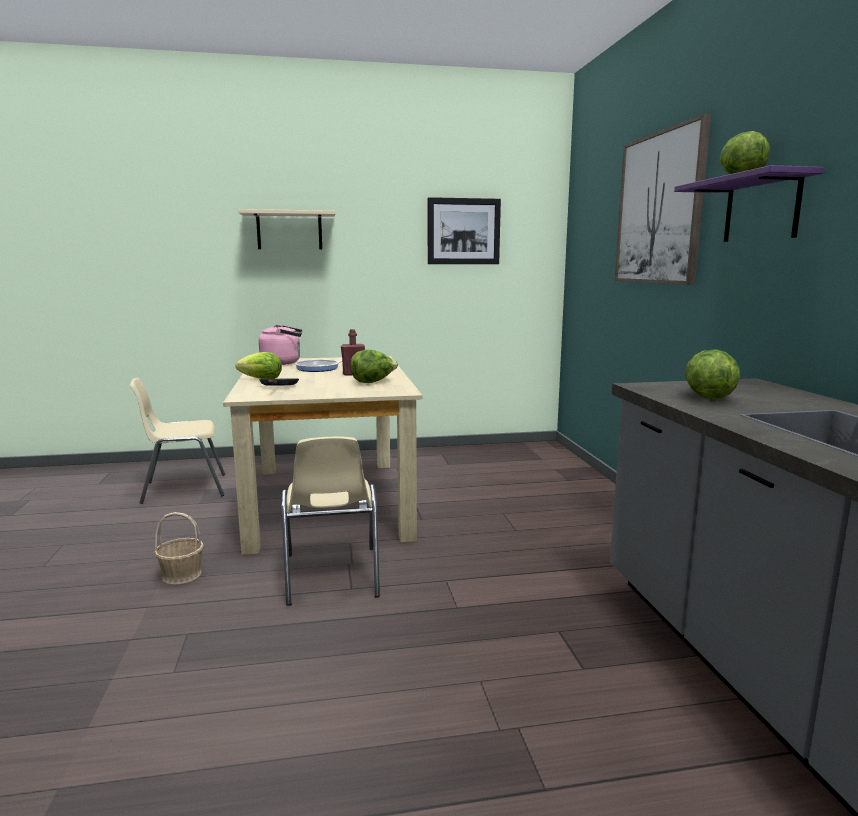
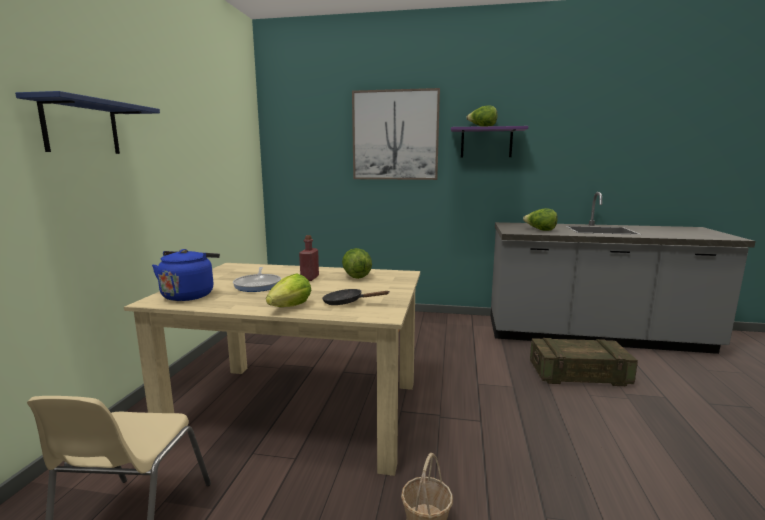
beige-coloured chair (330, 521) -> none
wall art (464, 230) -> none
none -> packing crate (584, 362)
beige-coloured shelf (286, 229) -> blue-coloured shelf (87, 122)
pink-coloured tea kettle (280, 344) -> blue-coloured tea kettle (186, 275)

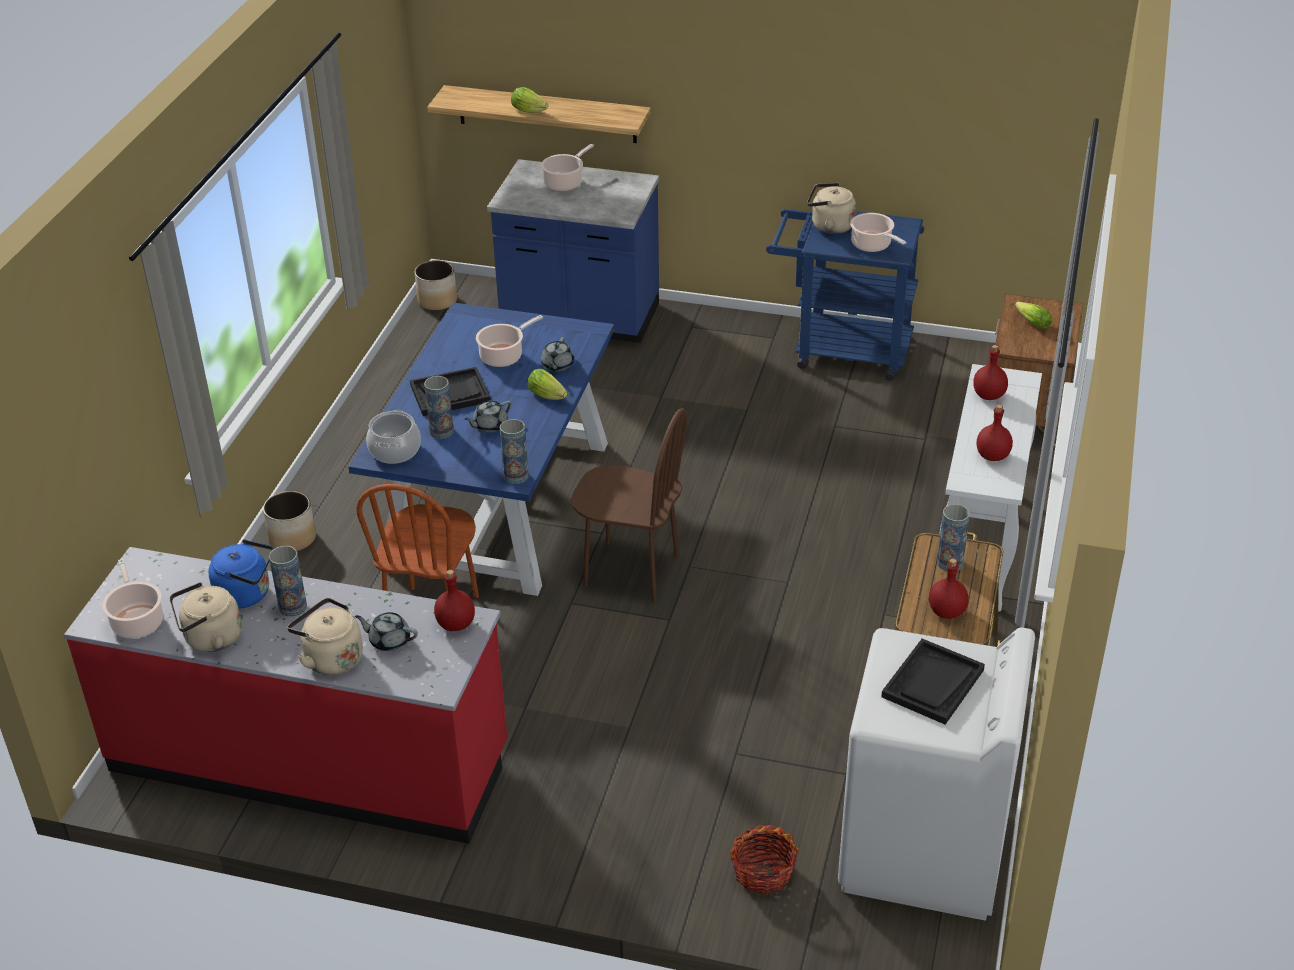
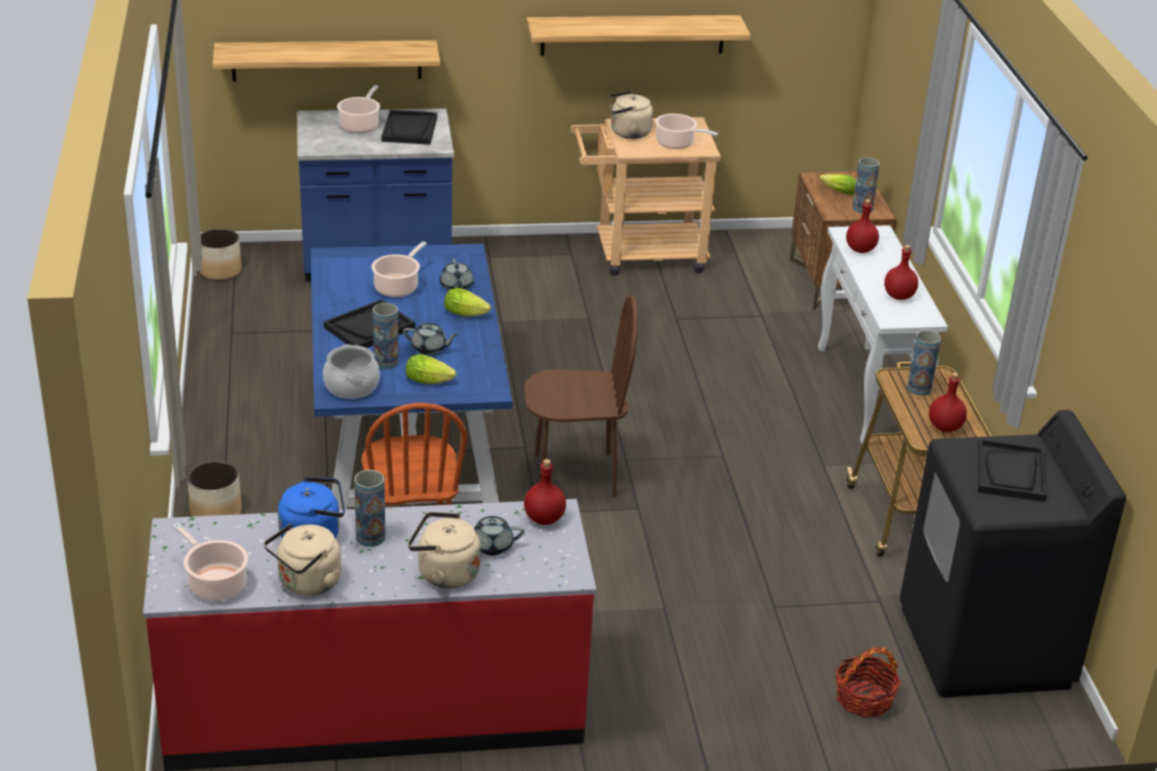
none -> blackish carrying tray (409, 127)
none -> shelf (638, 35)
decorative vase (514, 451) -> decorative vase (866, 185), move
lettuce (529, 100) -> lettuce (431, 369), move
blue-coloured trolley (845, 295) -> beige-coloured trolley (645, 196)
white laundry machine (936, 774) -> blackish laundry machine (1013, 553)
grey teapot (488, 417) -> grey teapot (430, 339), 105 degrees counterclockwise

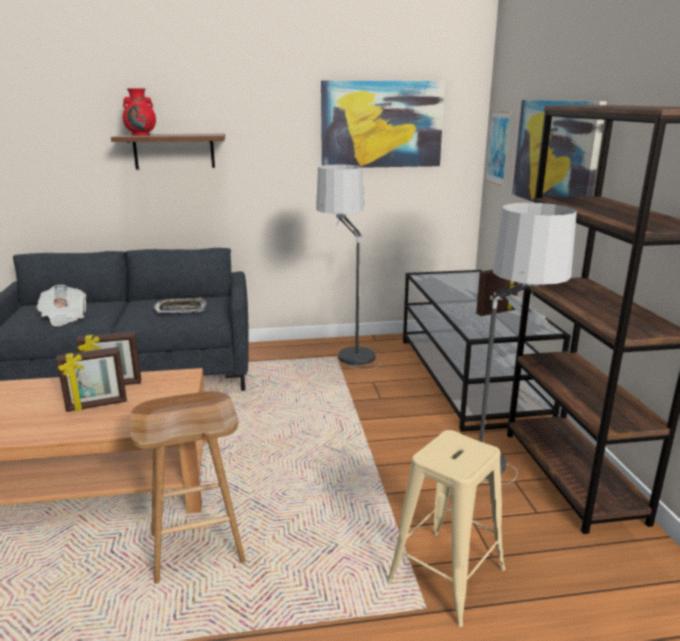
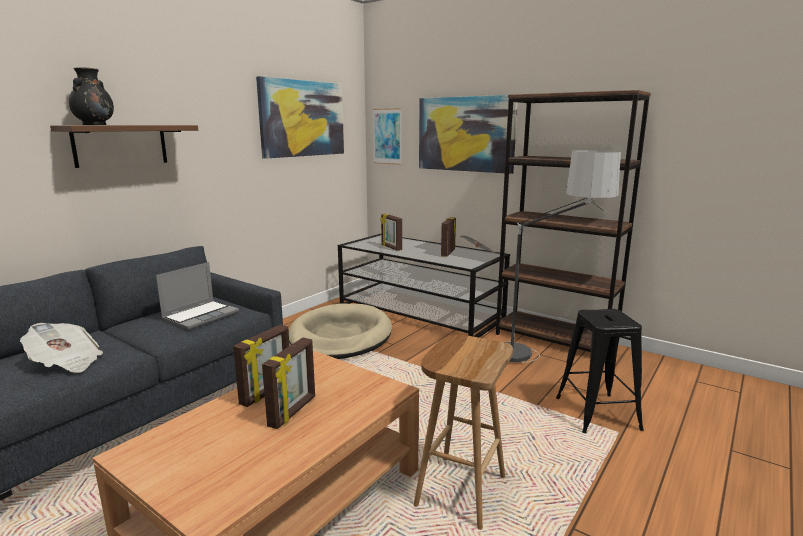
none -> standing frame (391, 232)
carrying tray (180, 306) -> notebook computer (197, 296)
standard lamp (348, 267) -> beige-coloured dog cushion (340, 331)
red-coloured decorative vase (139, 112) -> blackish decorative vase (91, 96)
beige-coloured stool seat (446, 528) -> blackish stool seat (600, 371)

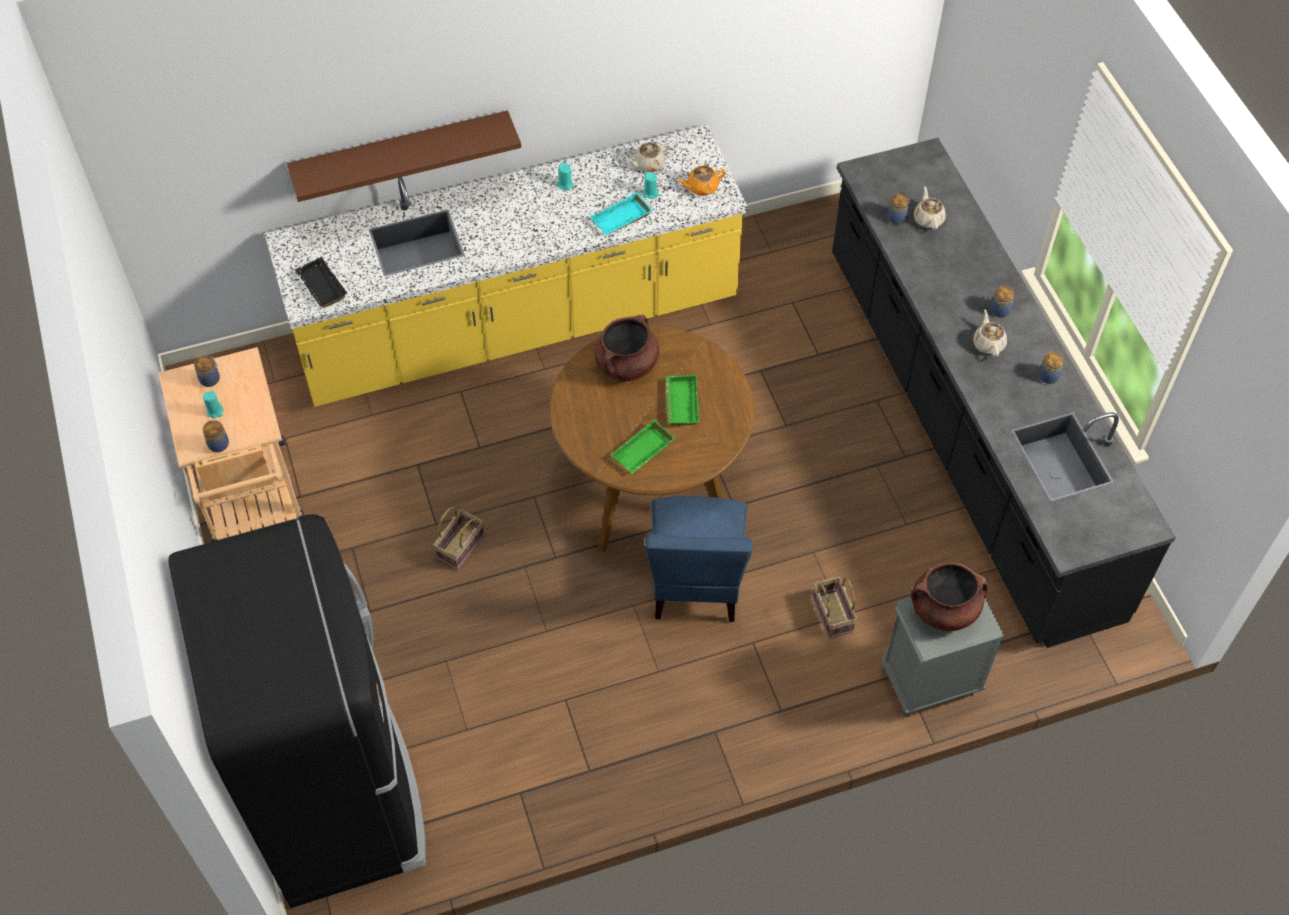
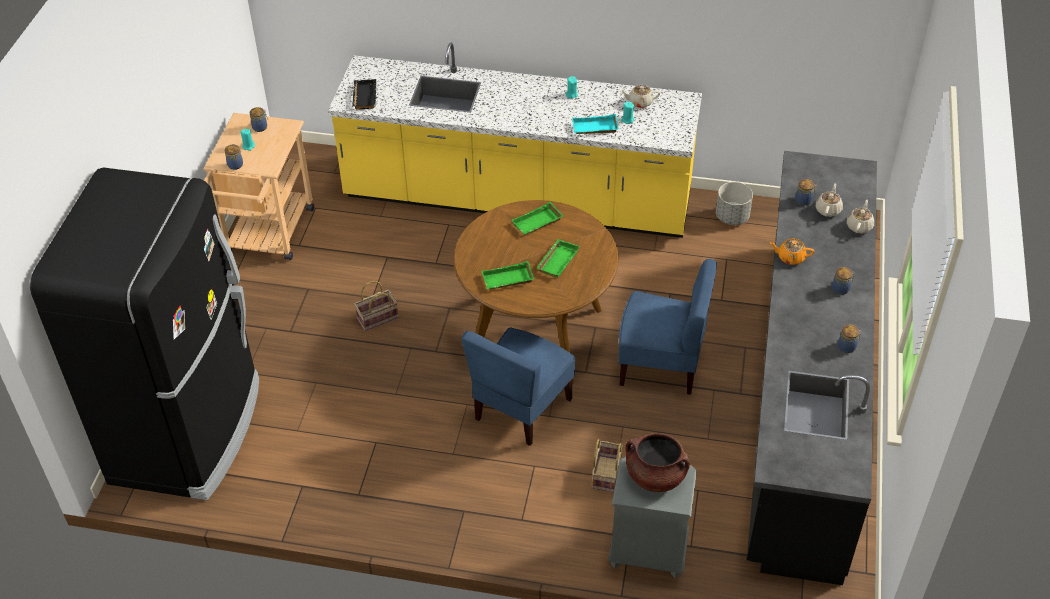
brown shelf (404, 156) -> none
none -> blue-coloured chair (668, 327)
none -> grey plant pot (734, 203)
orange-coloured teapot (702, 180) -> orange-coloured teapot (792, 252), move
beige-coloured teapot (990, 333) -> beige-coloured teapot (860, 216), move
brown cooking pot (627, 348) -> green carrying tray (537, 218)

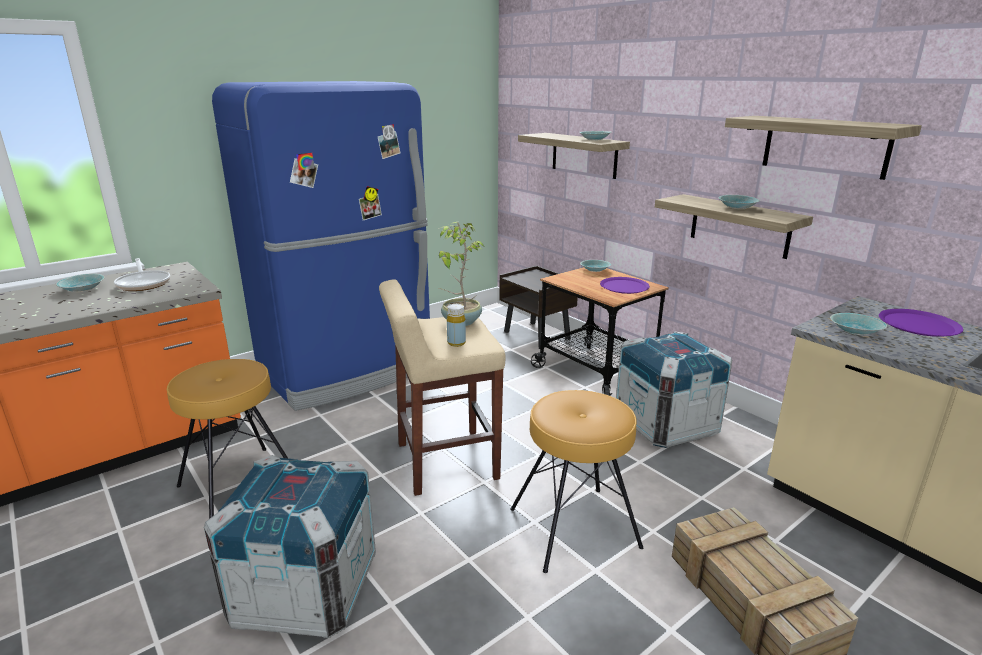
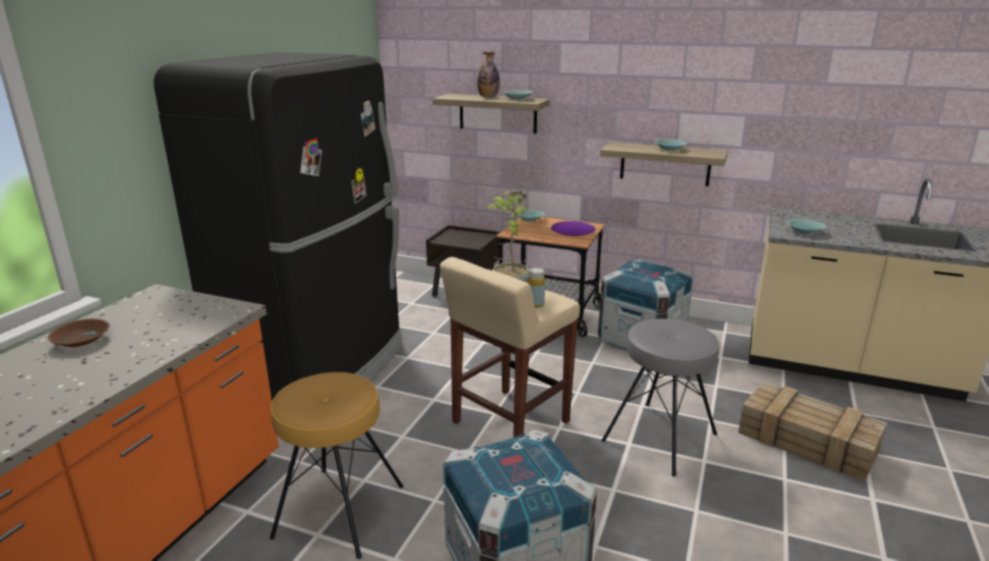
frying pan (142, 274) -> none
shelf (823, 148) -> none
purple plate (921, 323) -> none
none -> beverage bottle (488, 74)
turquoise-coloured serving bowl (80, 282) -> brown serving bowl (79, 333)
blue-coloured kitchen fridge (321, 246) -> blackish kitchen fridge (278, 226)
brown stool seat (576, 481) -> grey stool seat (660, 398)

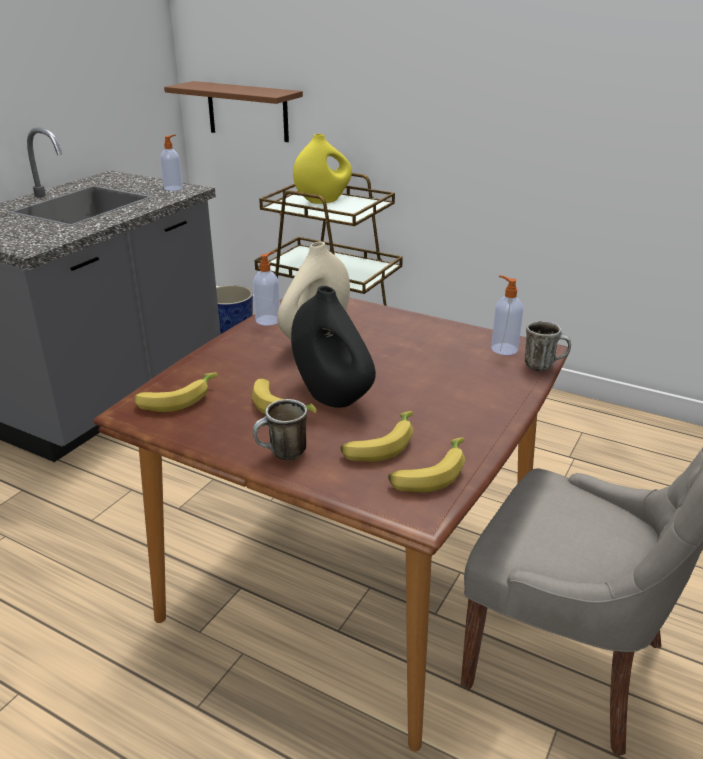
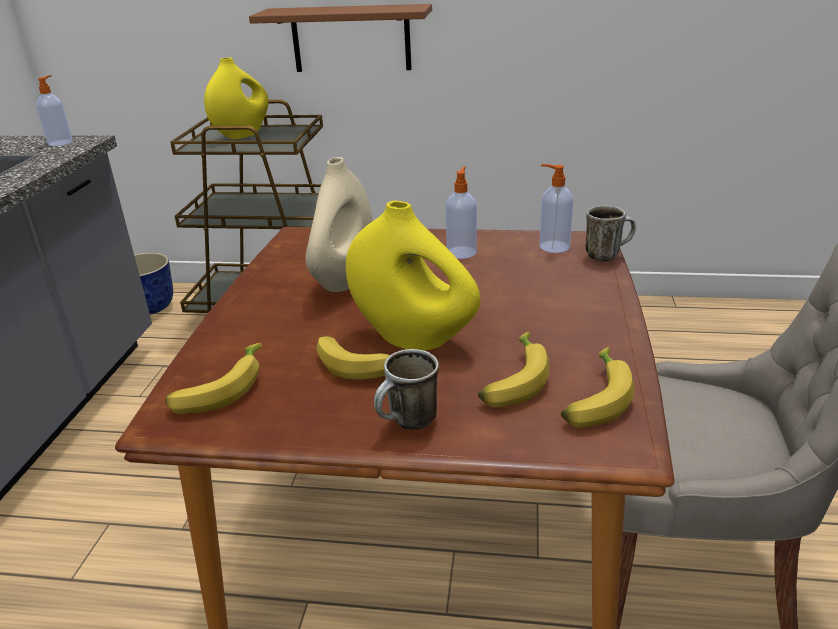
brown shelf (233, 111) -> brown shelf (340, 38), move
liquid soap bottle (266, 288) -> liquid soap bottle (461, 213), move
blackish decorative vase (333, 347) -> yellow decorative vase (413, 275)

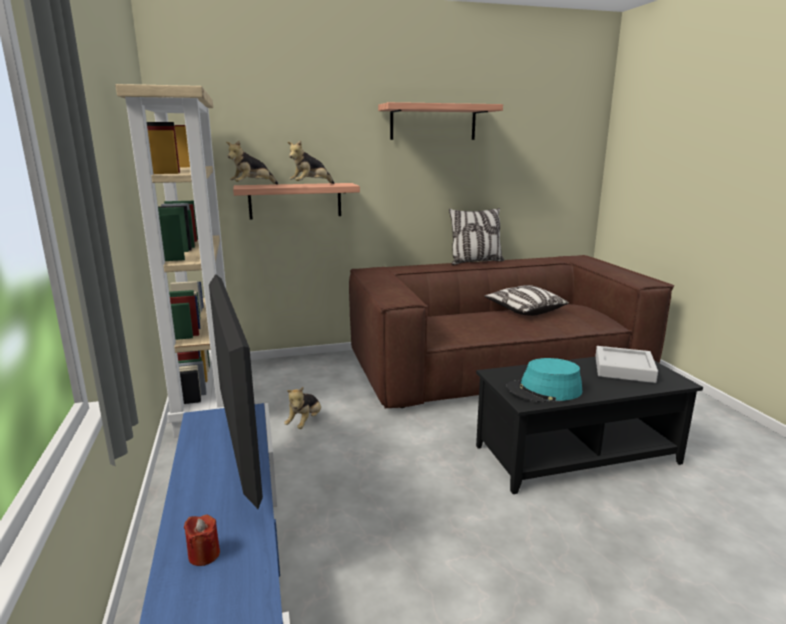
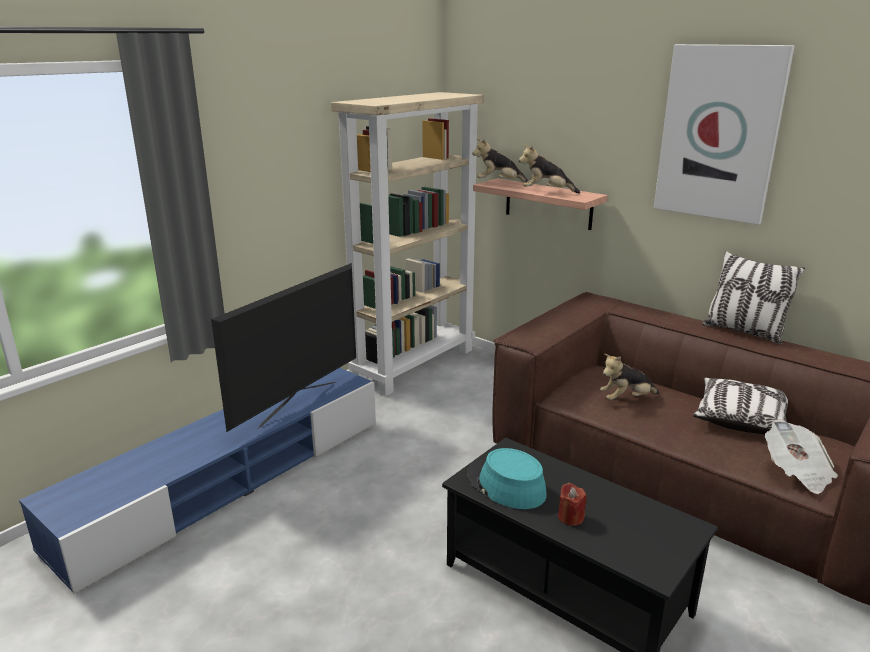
grey carrying tray (626, 364) -> none
none -> newspaper (801, 456)
red-coloured wax candle (202, 540) -> red-coloured wax candle (572, 504), move
soft toy (302, 408) -> soft toy (629, 377), move
shelf (440, 121) -> wall art (724, 134)

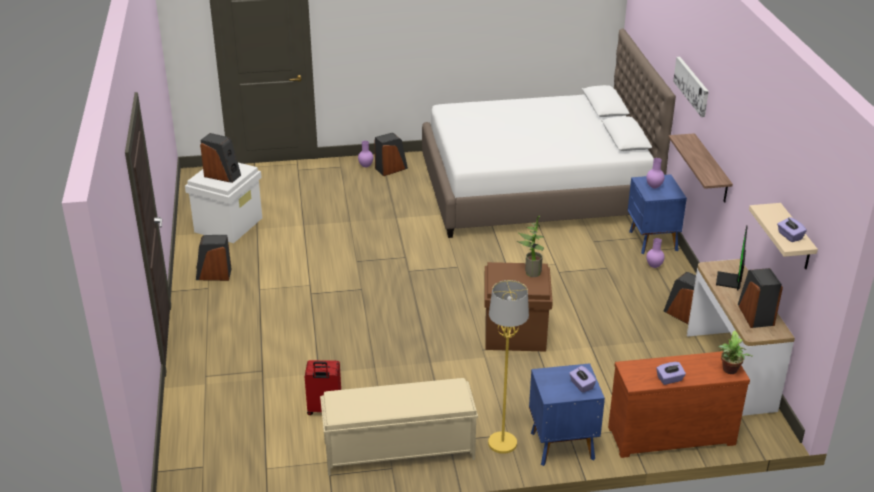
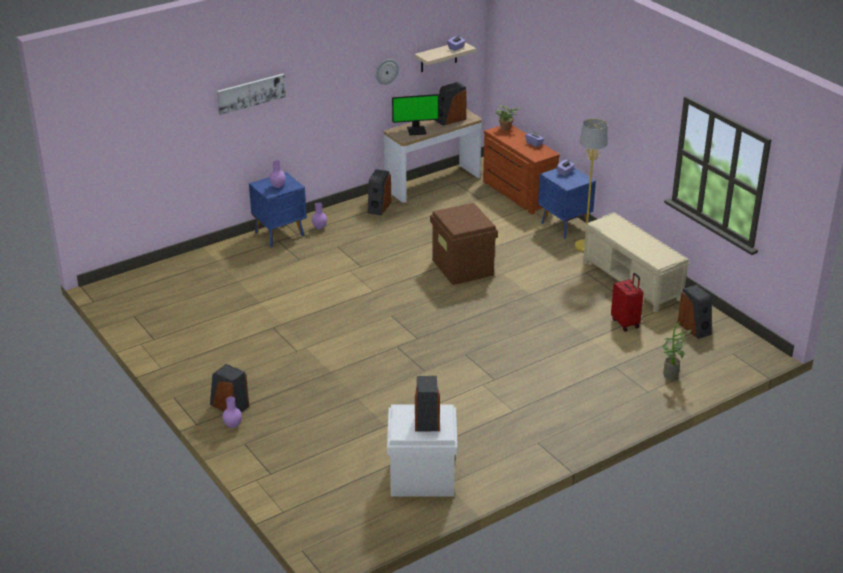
white bedroom bed (549, 133) -> none
shelf (701, 168) -> none
none -> wall clock (387, 72)
loudspeaker (213, 258) -> loudspeaker (694, 312), move
potted plant (531, 246) -> potted plant (677, 350), move

